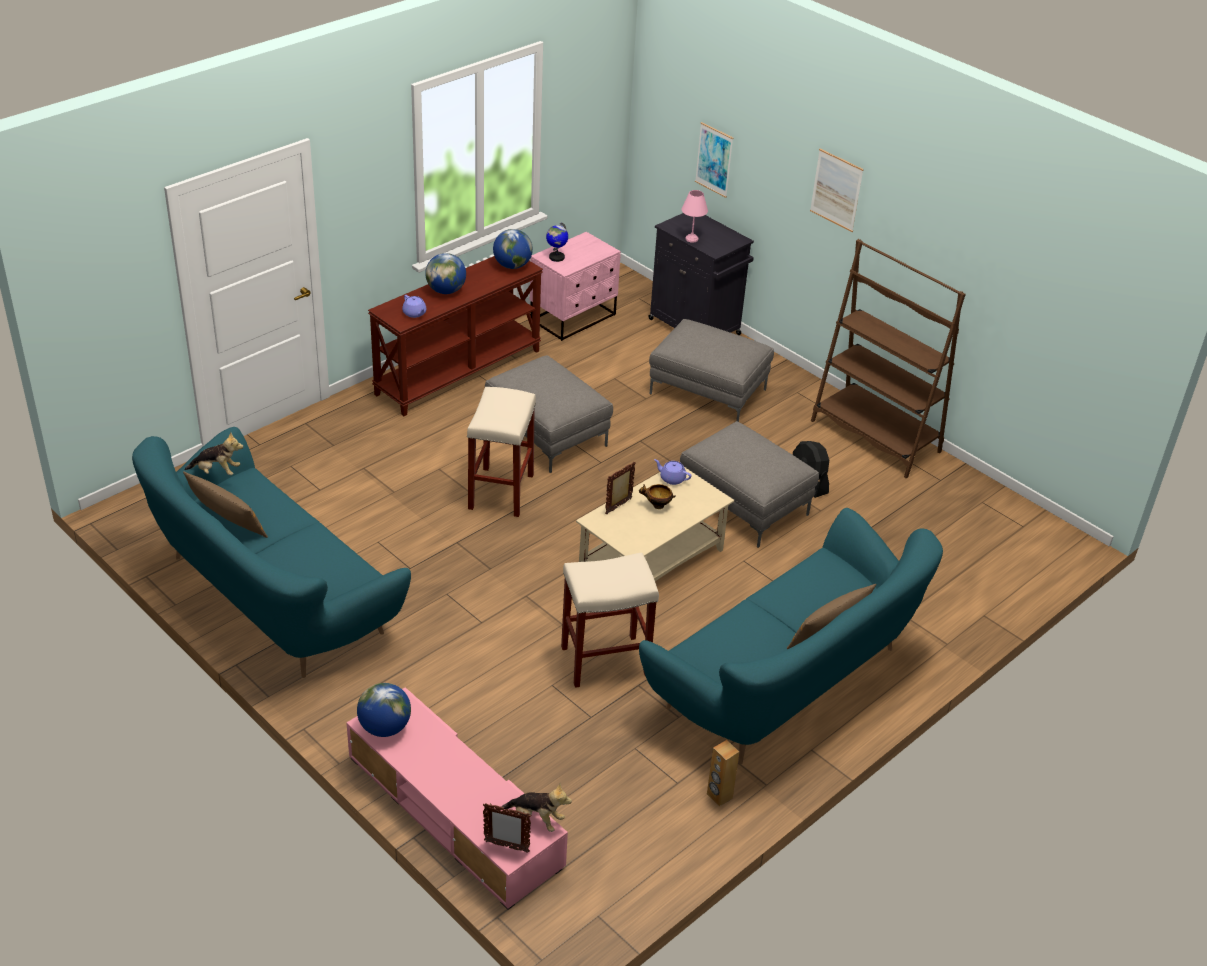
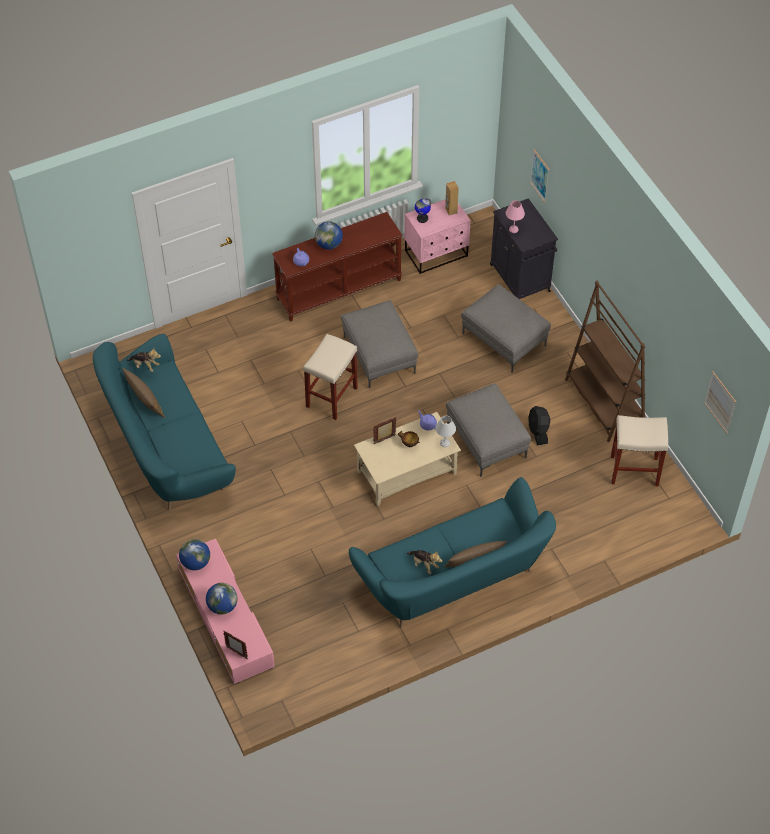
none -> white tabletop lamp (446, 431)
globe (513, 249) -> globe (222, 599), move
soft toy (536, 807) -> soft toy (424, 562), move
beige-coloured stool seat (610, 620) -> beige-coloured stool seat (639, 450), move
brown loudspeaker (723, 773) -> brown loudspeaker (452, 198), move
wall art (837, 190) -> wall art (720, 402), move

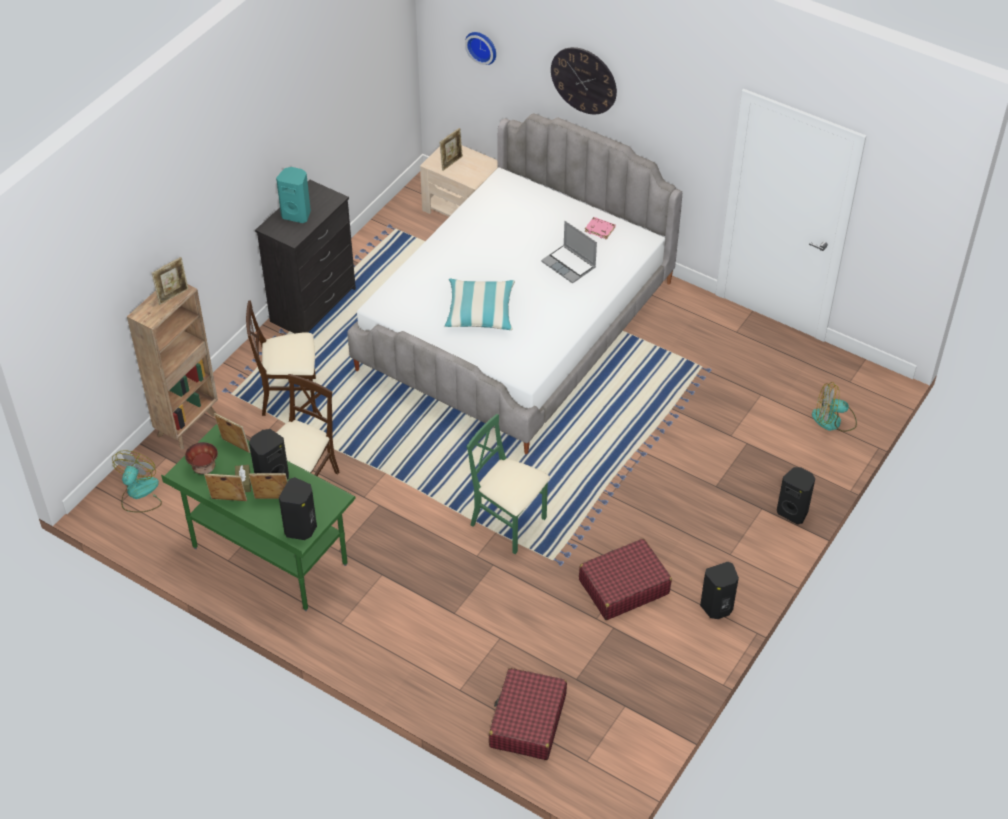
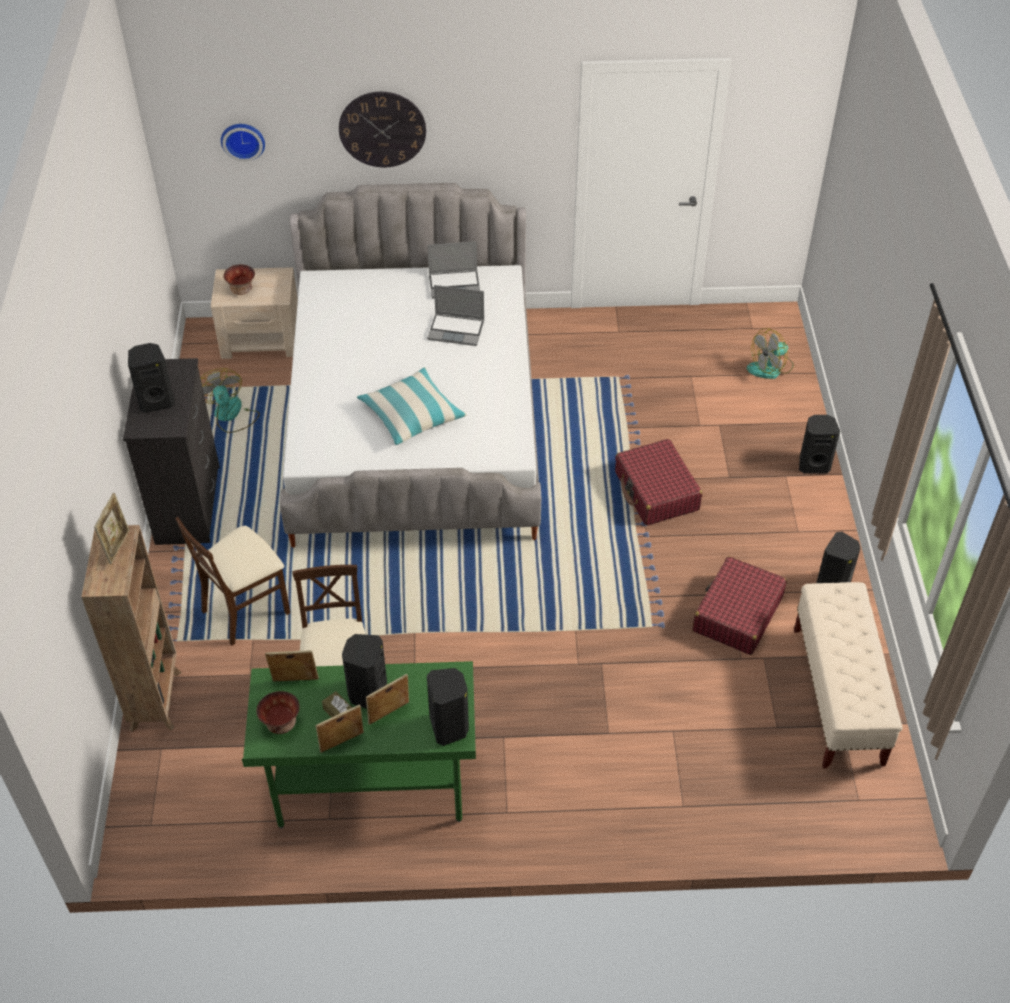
green chair (508, 484) -> none
none -> beige-coloured indoor bench (848, 675)
cooling fan (137, 481) -> cooling fan (230, 400), move
red-coloured travel case (528, 714) -> red-coloured travel case (658, 482), move
standing frame (451, 149) -> serving bowl (239, 279)
pink-coloured volume (600, 228) -> notebook computer (453, 270)
turquoise-coloured loudspeaker (293, 195) -> blackish loudspeaker (151, 378)

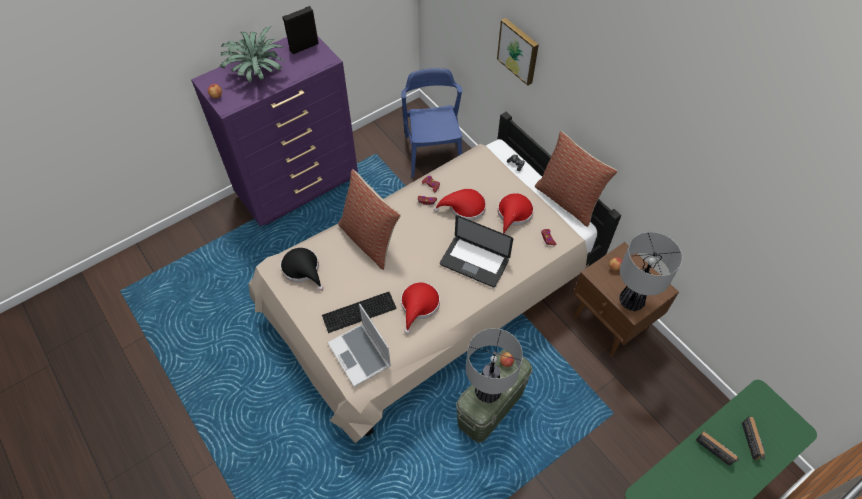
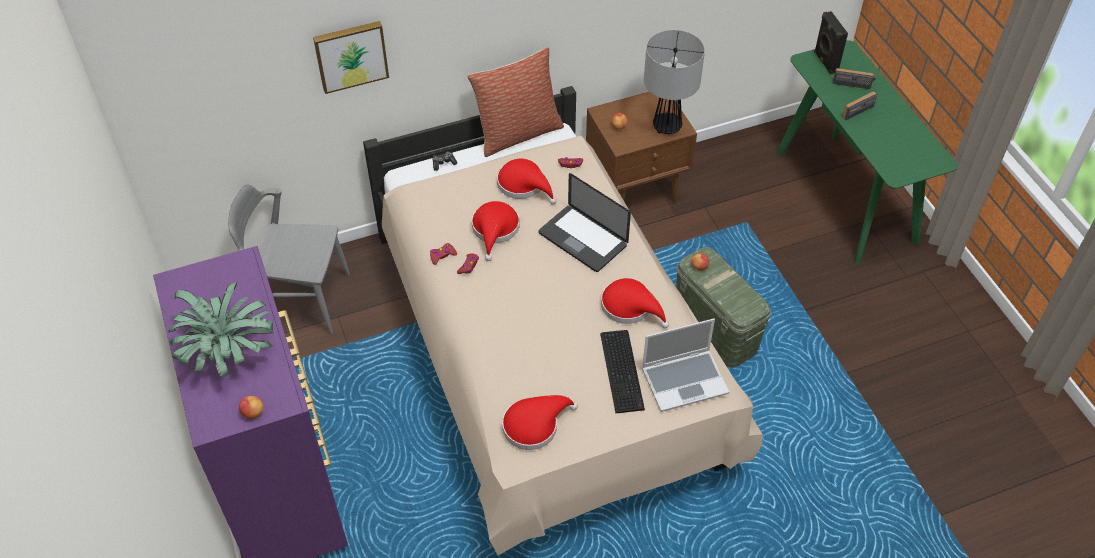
pillow (369, 219) -> none
tabletop lamp (494, 365) -> none
blackish loudspeaker (300, 30) -> blackish loudspeaker (831, 42), move
blackish hat (302, 269) -> red-coloured hat (540, 422)
blue-coloured chair (431, 123) -> grey chair (289, 259)
notebook computer (476, 251) -> notebook computer (585, 222), 90 degrees clockwise

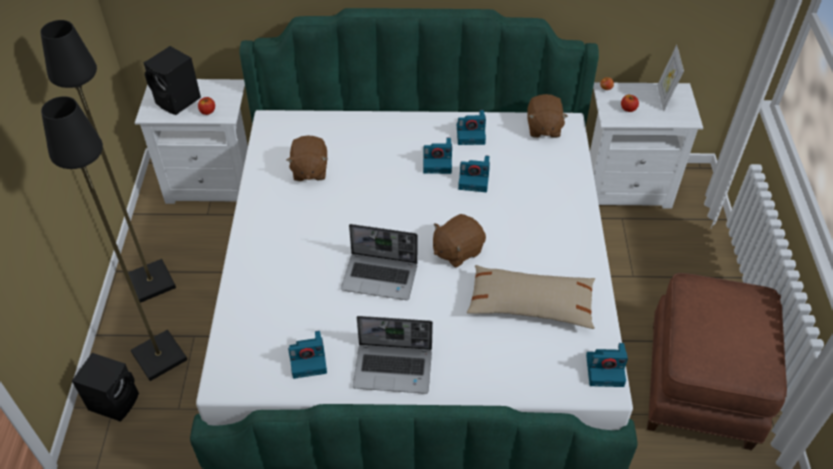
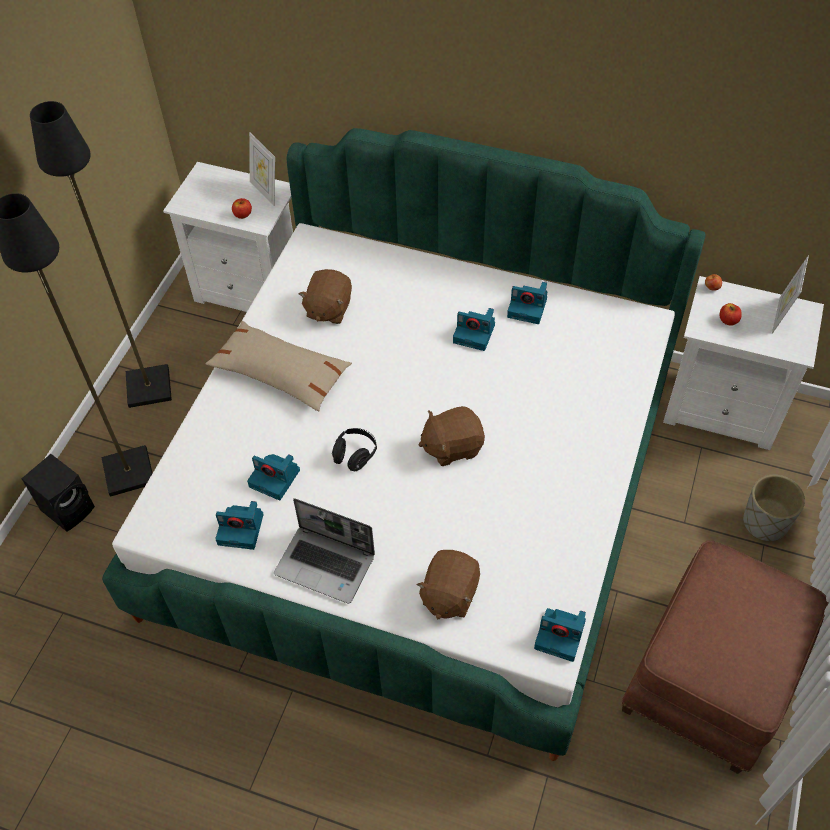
blackish loudspeaker (172, 80) -> none
none -> standing frame (262, 169)
none -> grey plant pot (774, 508)
still camera (474, 173) -> still camera (273, 477), move
beige-coloured pillow (531, 297) -> beige-coloured pillow (278, 366), move
brown soft toy (547, 116) -> brown soft toy (448, 584), move
notebook computer (379, 262) -> blackish headset (354, 449)

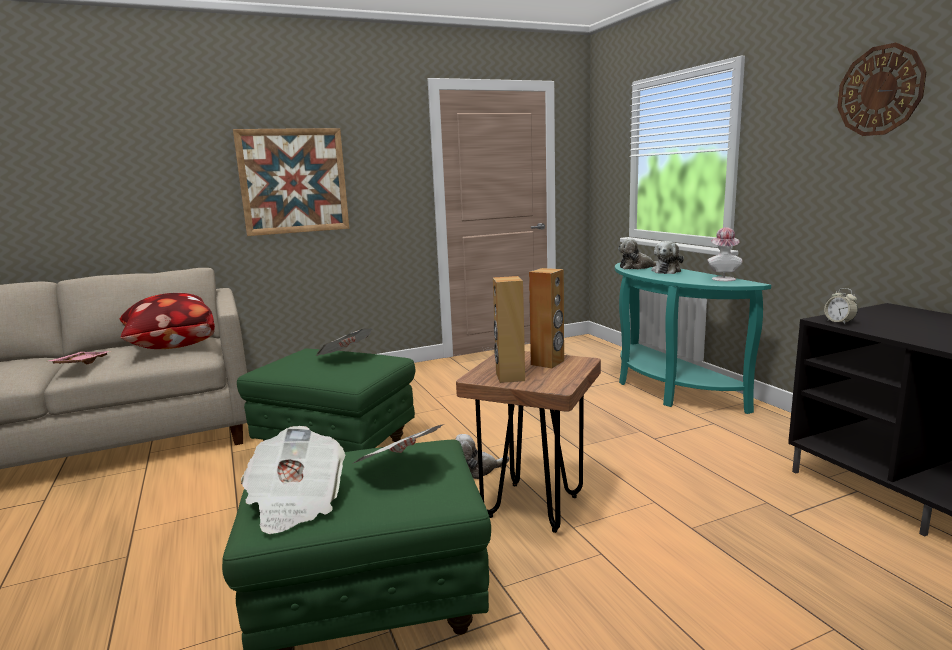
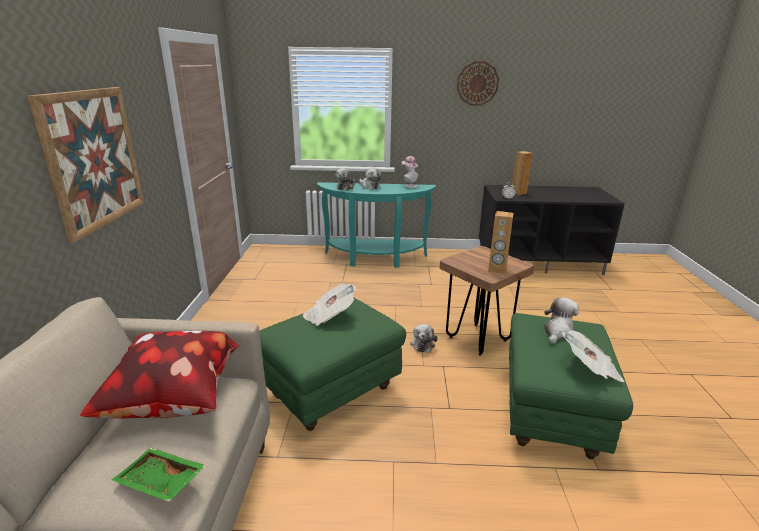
brown loudspeaker (546, 318) -> brown loudspeaker (522, 173), move
newspaper (398, 444) -> soft toy (561, 320)
pink-coloured carrying tray (80, 357) -> green carrying tray (159, 475)

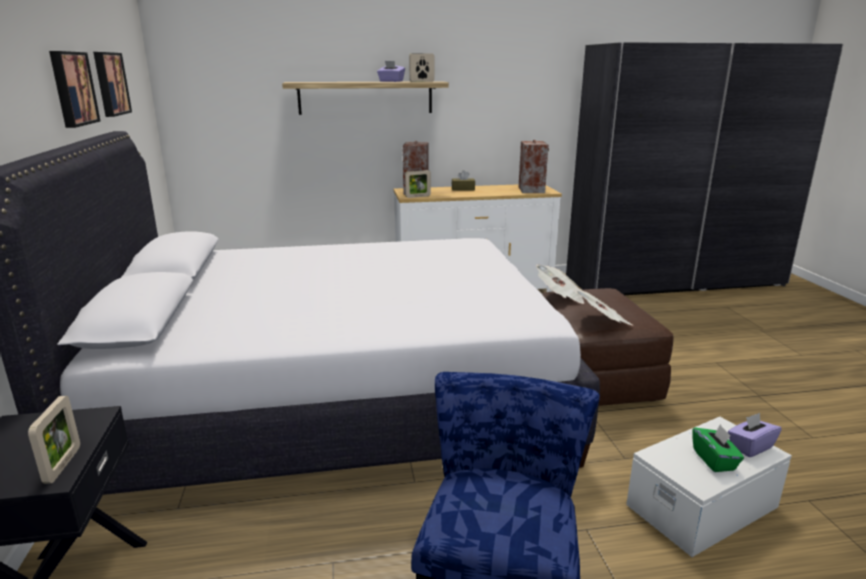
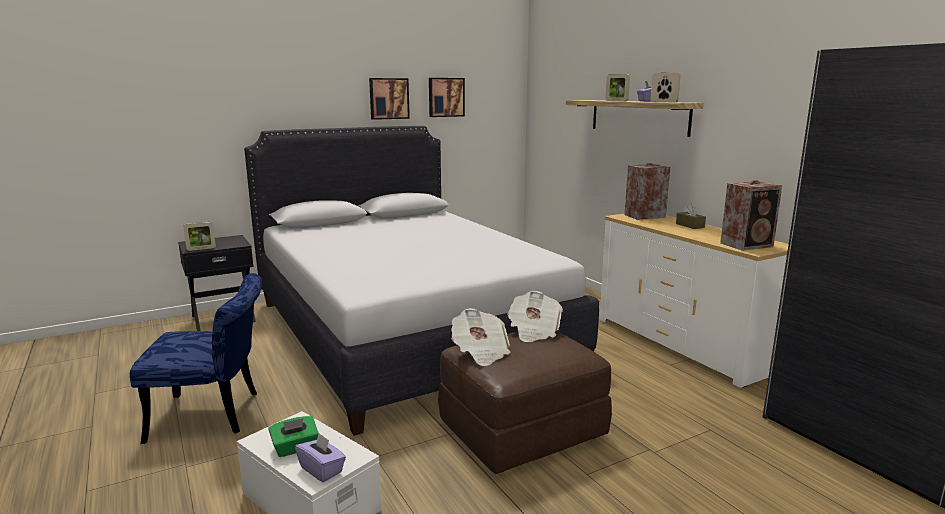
standing frame (418, 184) -> standing frame (617, 87), move

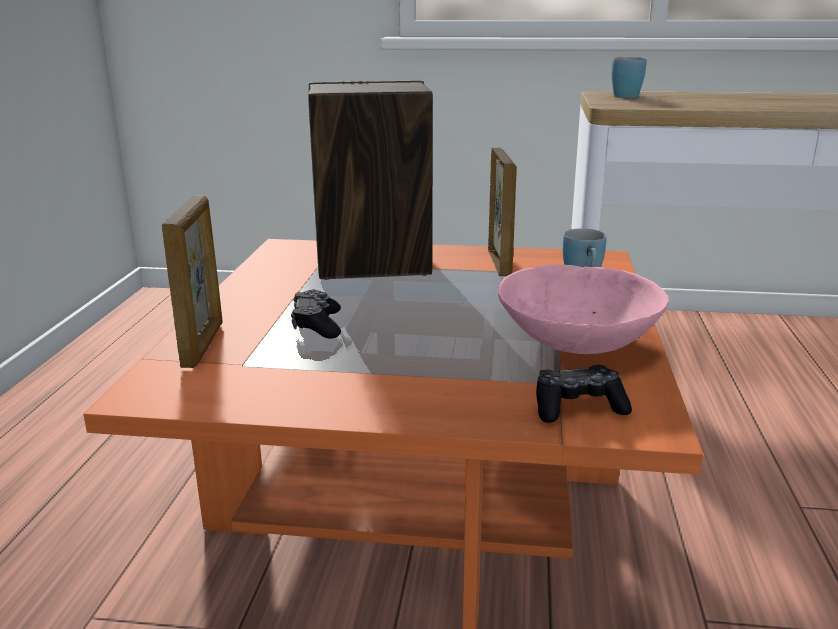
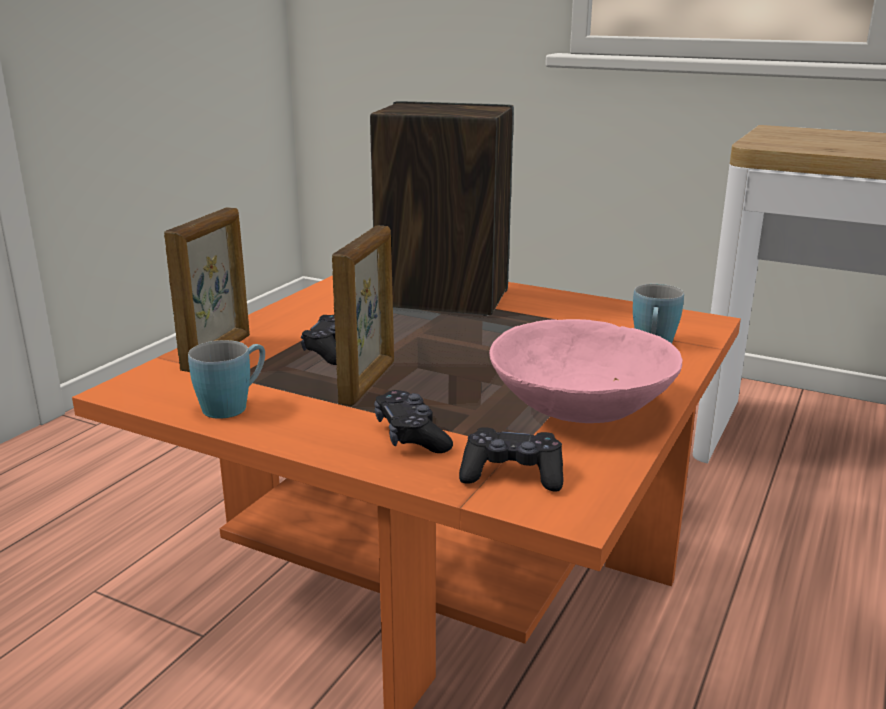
none -> blackish gamepad (413, 421)
standing frame (502, 211) -> standing frame (363, 316), move
blue-coloured coffee mug (629, 77) -> blue-coloured coffee mug (226, 379), move

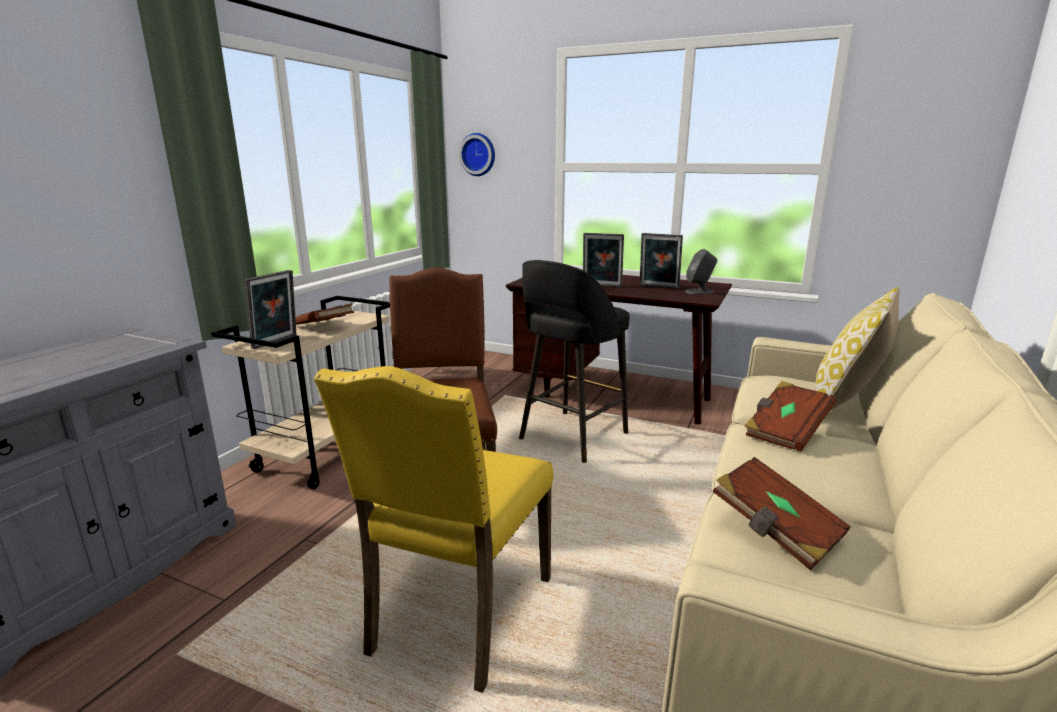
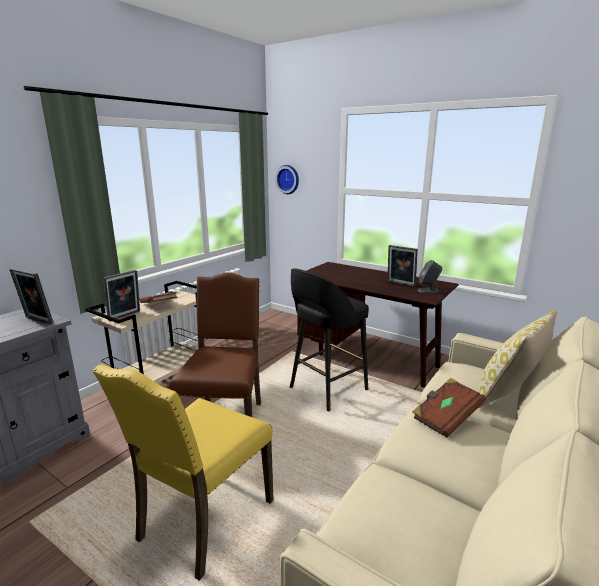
brown volume (781, 513) -> none
standing frame (603, 260) -> standing frame (31, 296), move

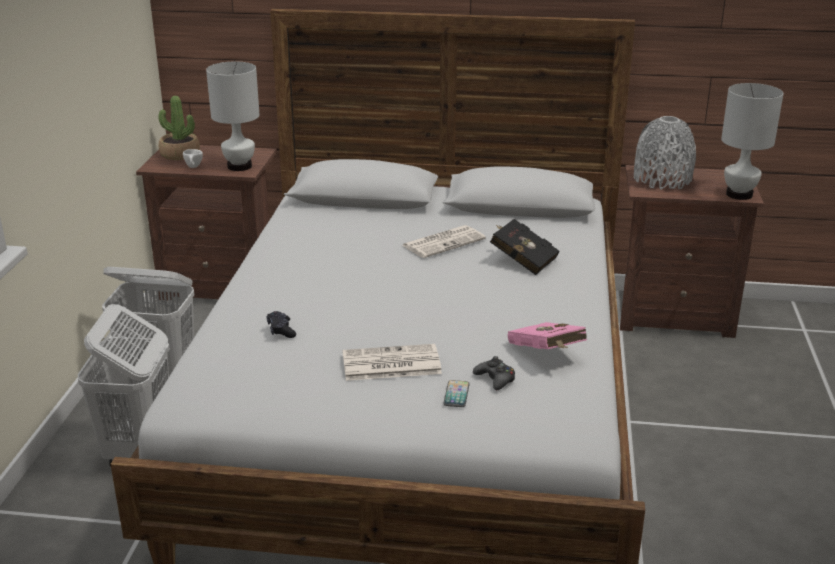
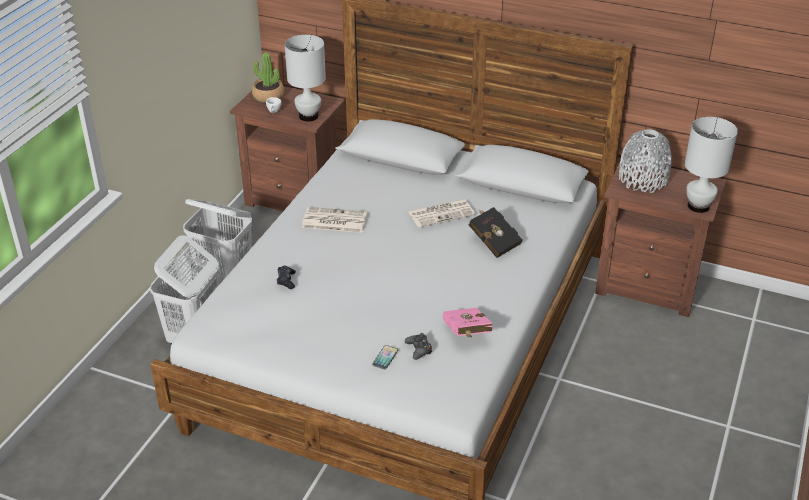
newspaper (392, 362) -> newspaper (334, 220), move

